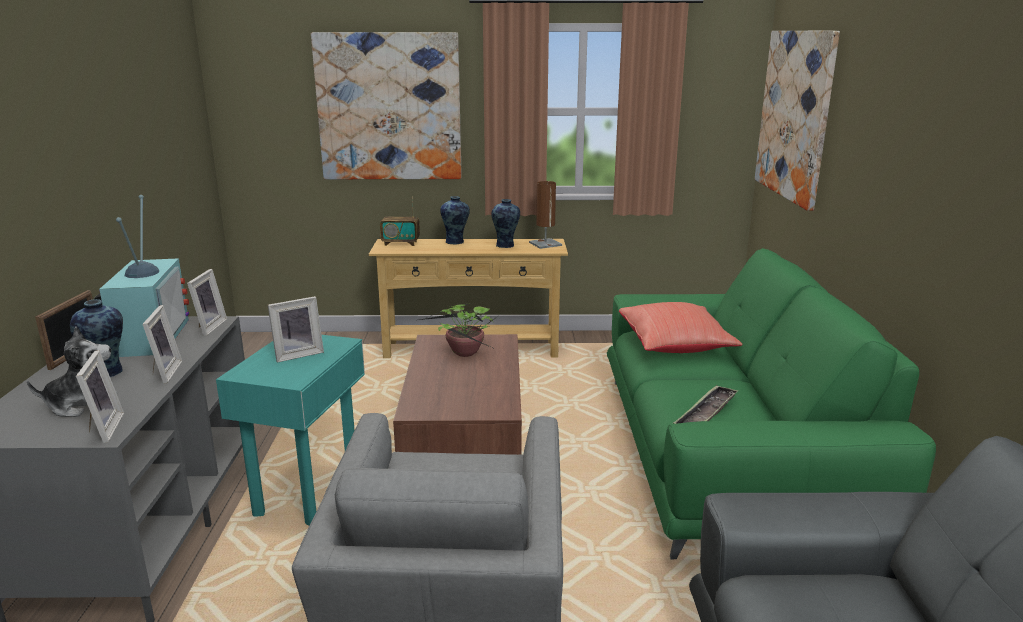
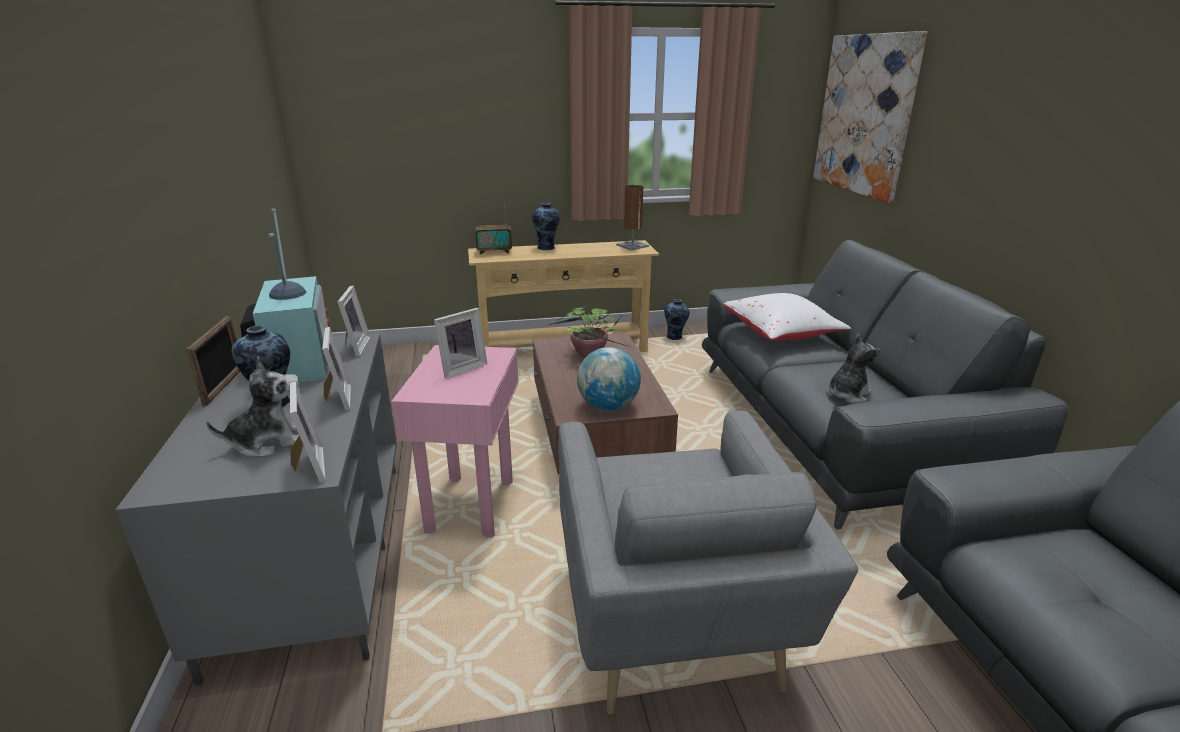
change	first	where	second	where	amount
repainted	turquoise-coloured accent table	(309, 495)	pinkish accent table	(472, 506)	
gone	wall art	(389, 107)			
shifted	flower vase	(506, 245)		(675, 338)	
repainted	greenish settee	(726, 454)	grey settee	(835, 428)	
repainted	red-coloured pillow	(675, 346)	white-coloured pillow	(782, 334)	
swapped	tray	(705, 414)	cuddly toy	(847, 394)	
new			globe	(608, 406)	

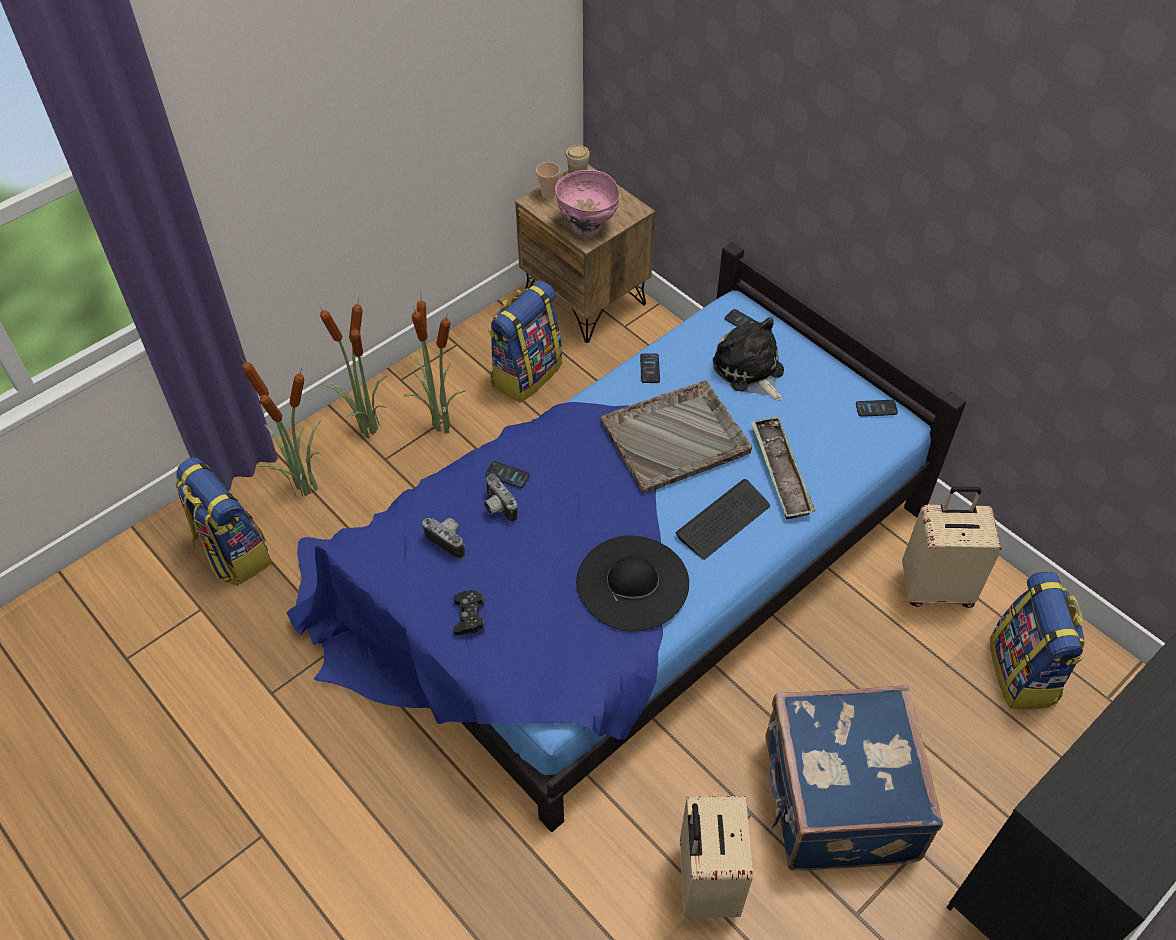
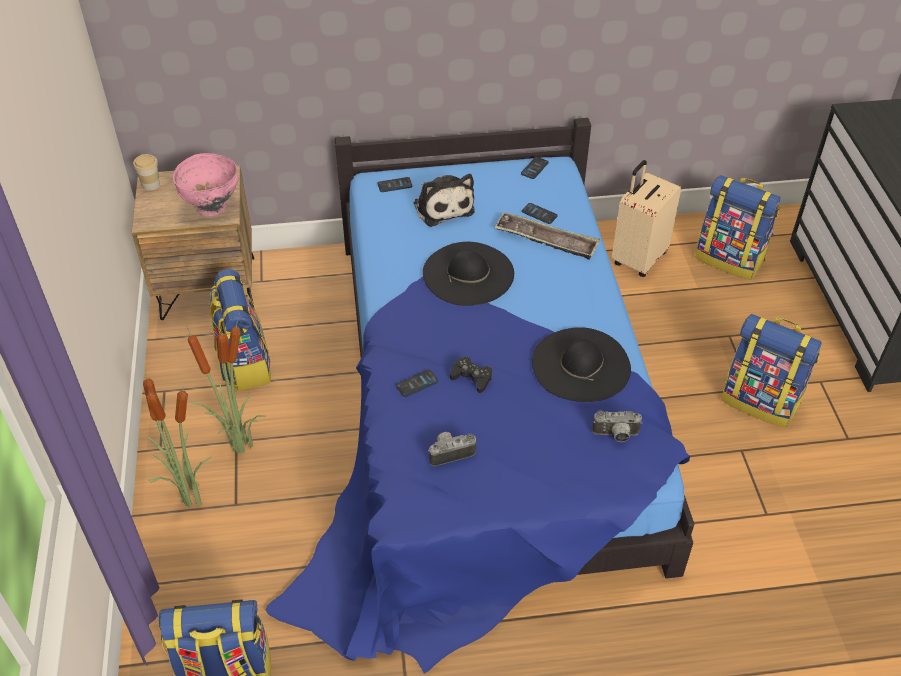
change	first	where	second	where	amount
gone	houseplant	(303, 488)			
shifted	blackish game controller	(469, 616)		(471, 377)	
shifted	still camera	(497, 508)		(616, 436)	
gone	drinking cup	(548, 194)			
swapped	grey tray	(676, 437)	blackish hat	(468, 273)	
shifted	phone	(650, 368)		(539, 214)	
gone	computer keyboard	(723, 520)			
gone	sand-coloured travel case	(705, 882)			
rotated	cuddly toy	(749, 371)		(442, 206)	120 degrees counterclockwise
swapped	bluish travel case	(836, 801)	knapsack	(761, 401)	

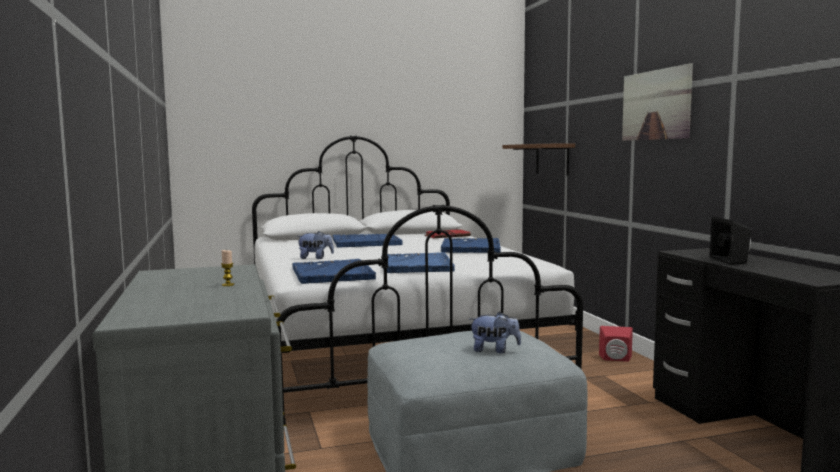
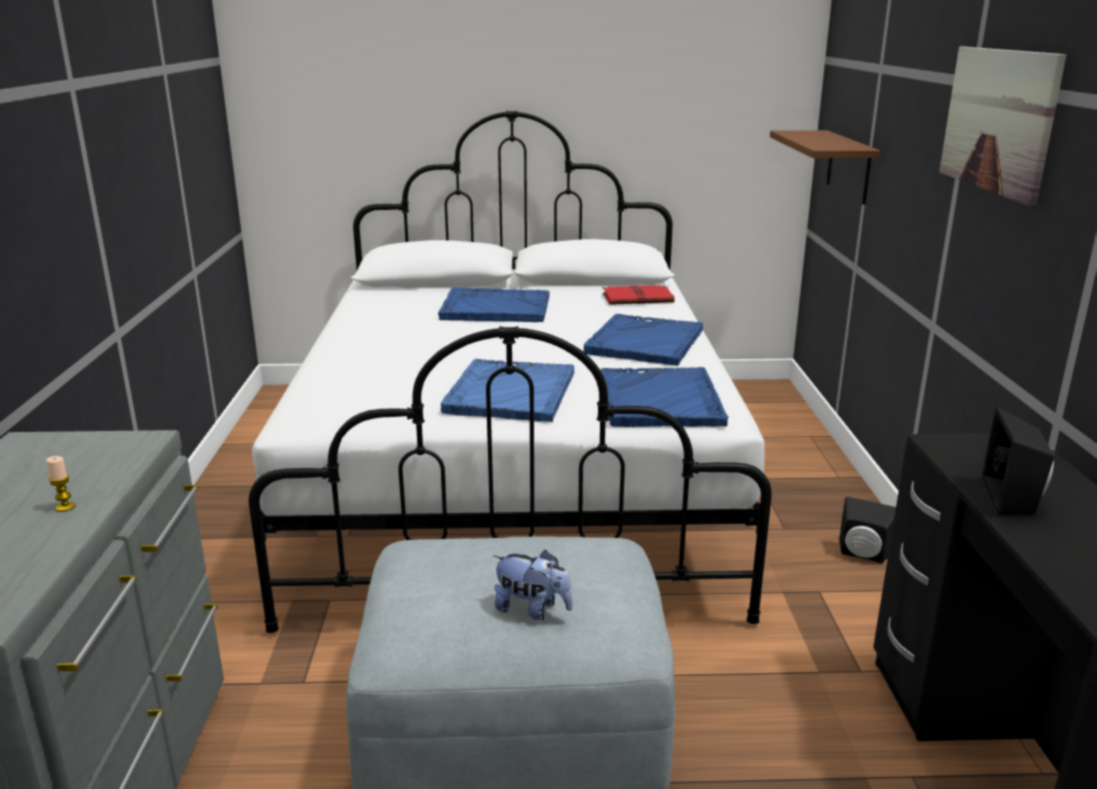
change	first	where	second	where	amount
shifted	bluish tray	(332, 273)		(659, 400)	
gone	cuddly toy	(315, 258)			
repainted	red-coloured audio speaker	(615, 359)	blackish audio speaker	(863, 555)	

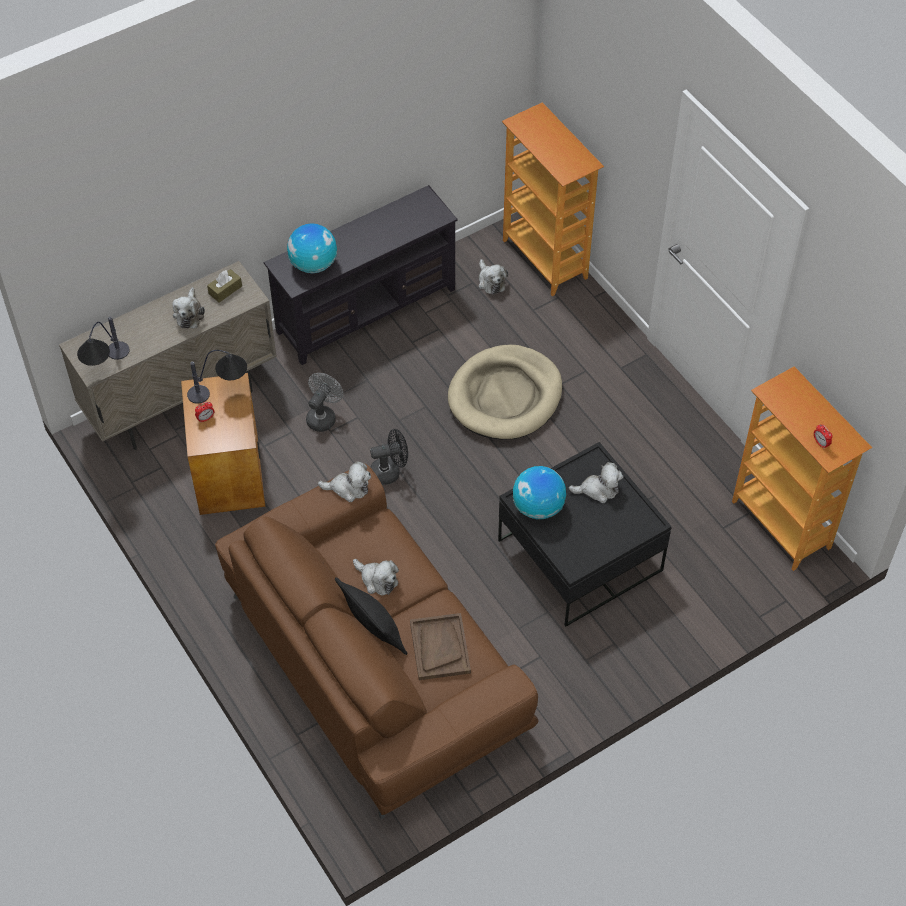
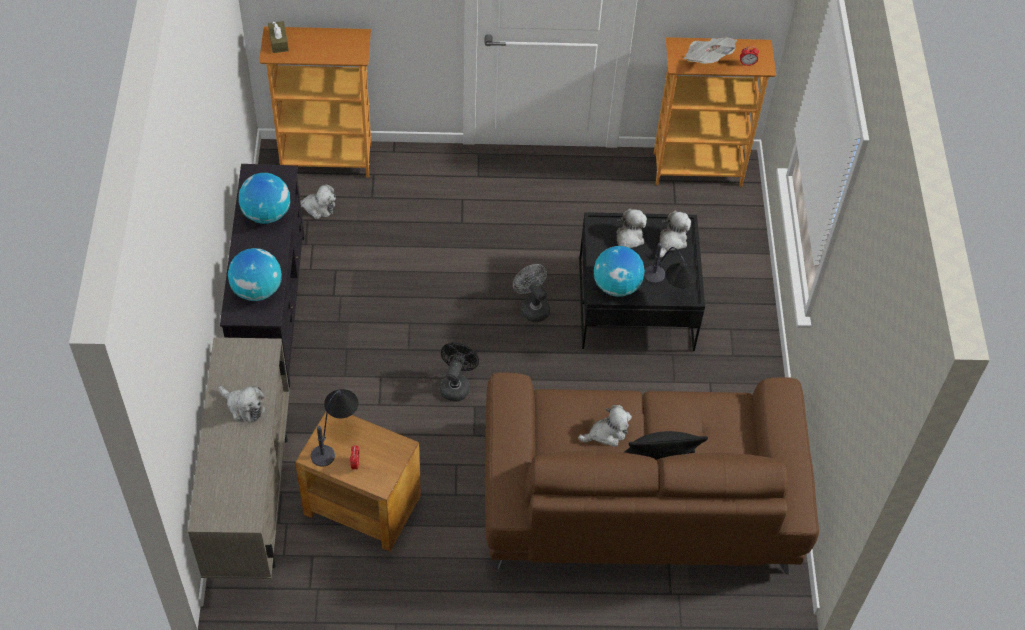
change	first	where	second	where	amount
shifted	lamp for a table	(107, 367)		(668, 289)	
shifted	brown-coloured tissue box	(225, 290)		(278, 41)	
shifted	grey fan	(323, 416)		(532, 307)	
shifted	cuddly toy	(348, 488)		(671, 241)	
gone	brown-coloured tray	(439, 647)			
gone	sand-coloured pet bed	(505, 396)			
new			globe	(266, 214)	
new			daily paper	(707, 59)	

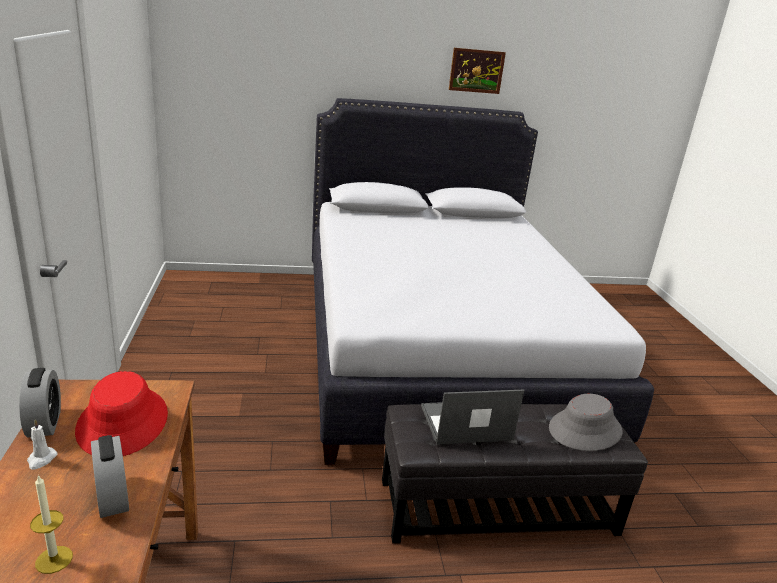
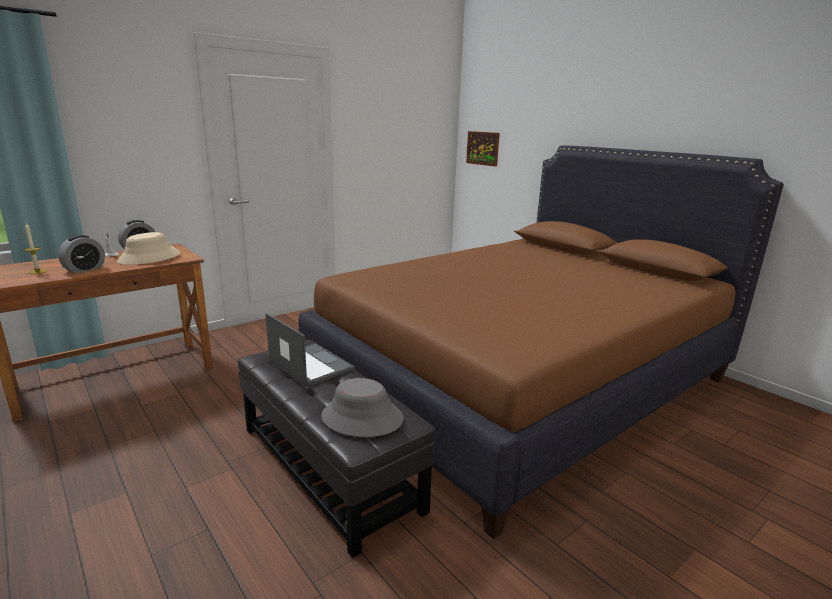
change	first	where	second	where	amount
repainted	red-coloured hat	(123, 422)	sand-coloured hat	(149, 258)	
repainted	white-coloured bed	(436, 349)	brown-coloured bed	(521, 380)	
shifted	wall art	(476, 71)		(482, 148)	

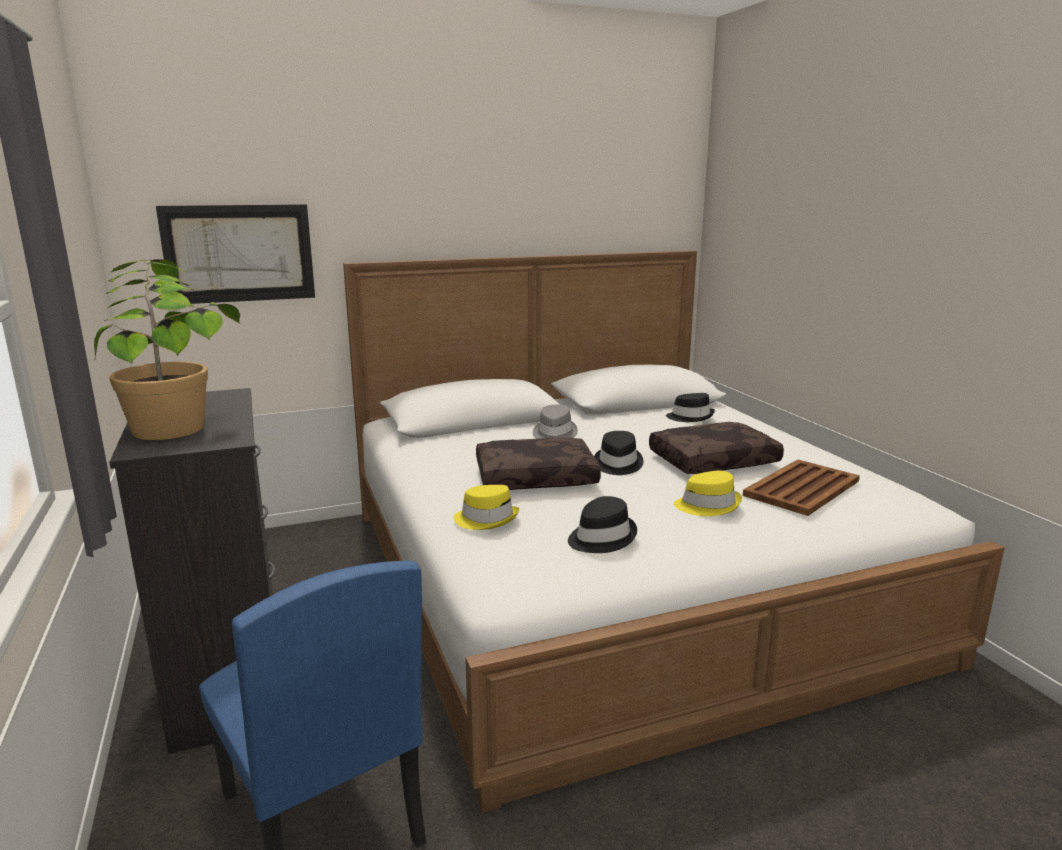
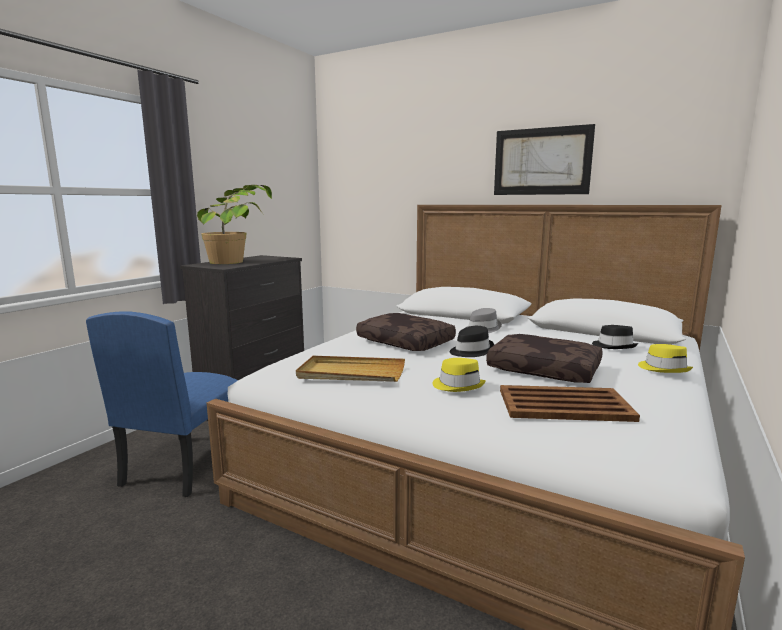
change	first	where	second	where	amount
shifted	wall art	(239, 253)		(541, 161)	
shifted	yellow-coloured hat	(486, 519)		(663, 368)	
swapped	blackish hat	(601, 537)	sand-coloured tray	(351, 373)	

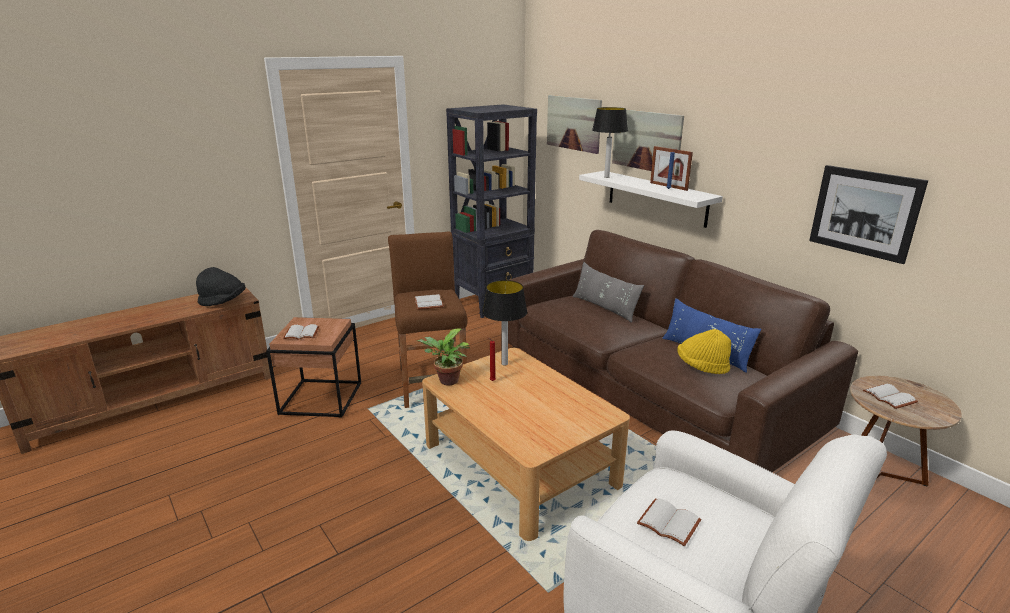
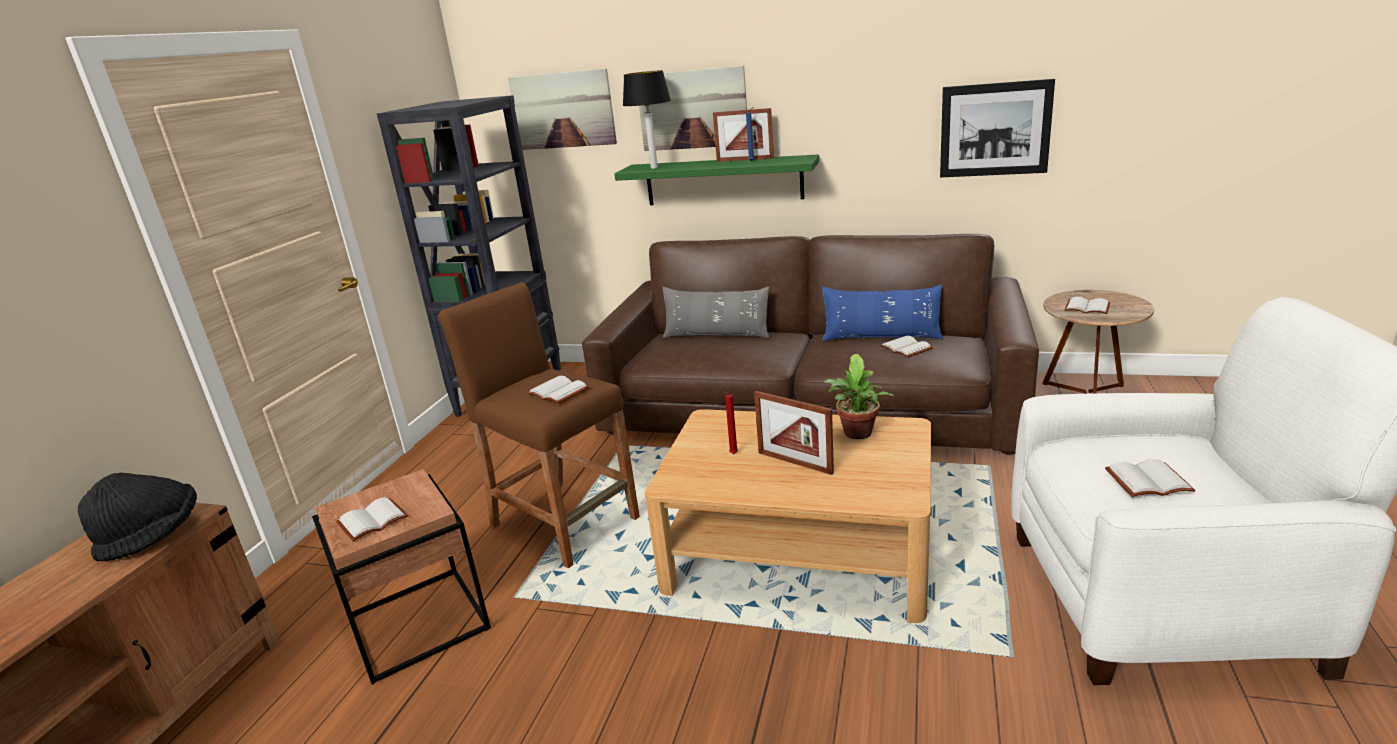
change	first	where	second	where	amount
shifted	houseplant	(446, 381)		(857, 435)	
gone	lamp for a table	(504, 364)			
repainted	white-coloured shelf	(656, 198)	greenish shelf	(723, 181)	
swapped	yellow-coloured hat	(702, 367)	white-coloured book	(907, 348)	
new			picture frame	(795, 462)	

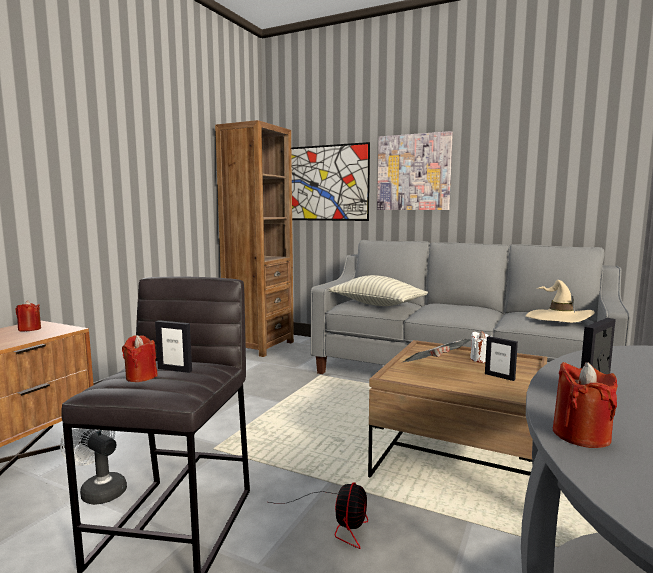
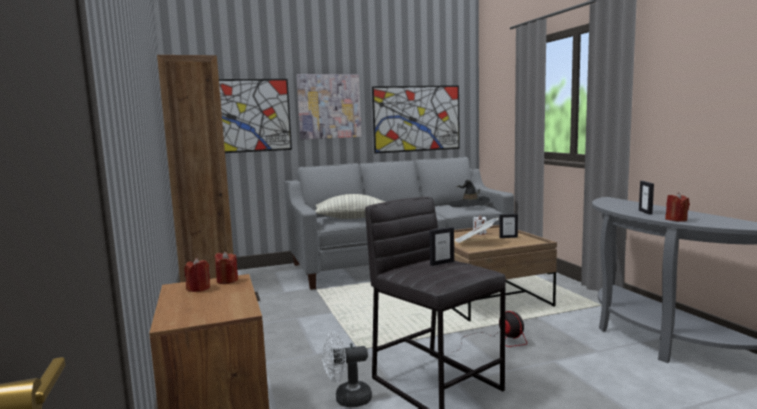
change	first	where	second	where	amount
shifted	red-coloured candle	(141, 377)		(227, 281)	
repainted	sand-coloured hat	(558, 319)	blackish hat	(469, 205)	
new			wall art	(417, 118)	

